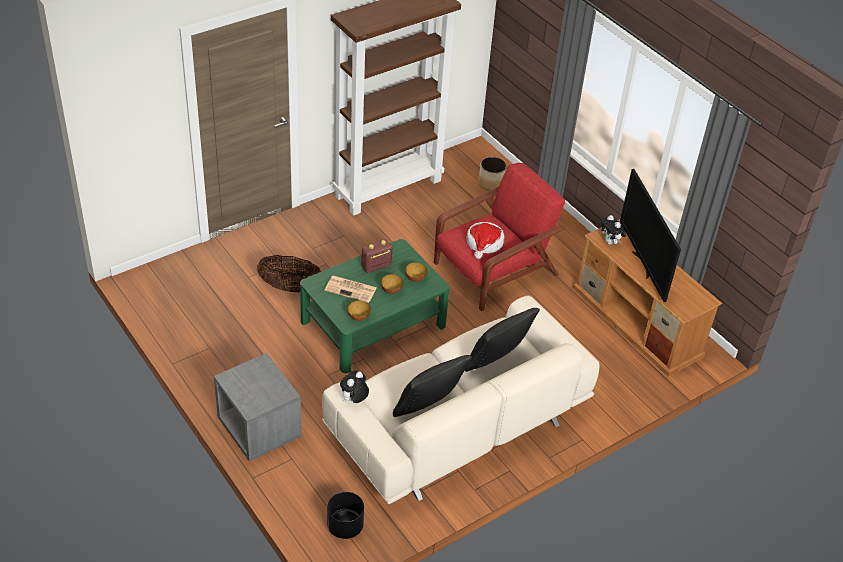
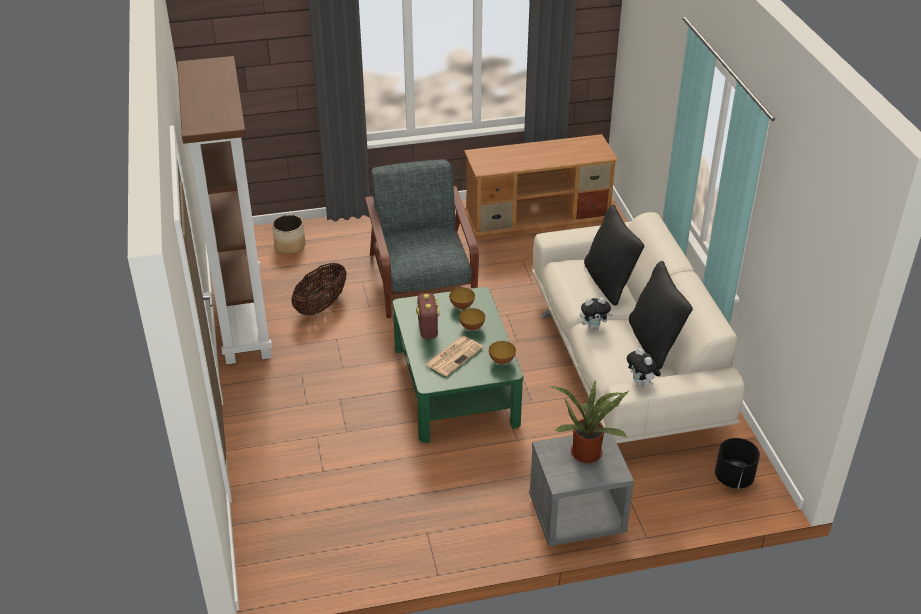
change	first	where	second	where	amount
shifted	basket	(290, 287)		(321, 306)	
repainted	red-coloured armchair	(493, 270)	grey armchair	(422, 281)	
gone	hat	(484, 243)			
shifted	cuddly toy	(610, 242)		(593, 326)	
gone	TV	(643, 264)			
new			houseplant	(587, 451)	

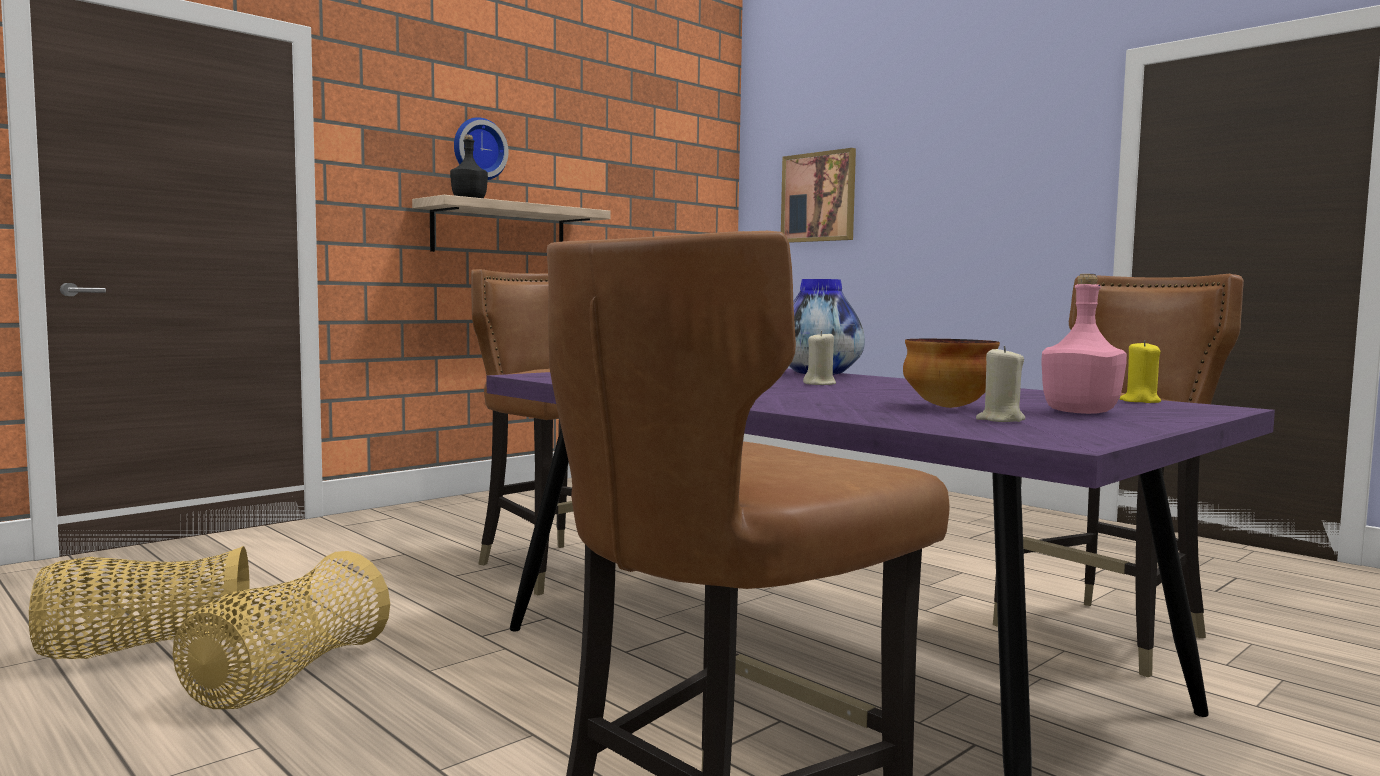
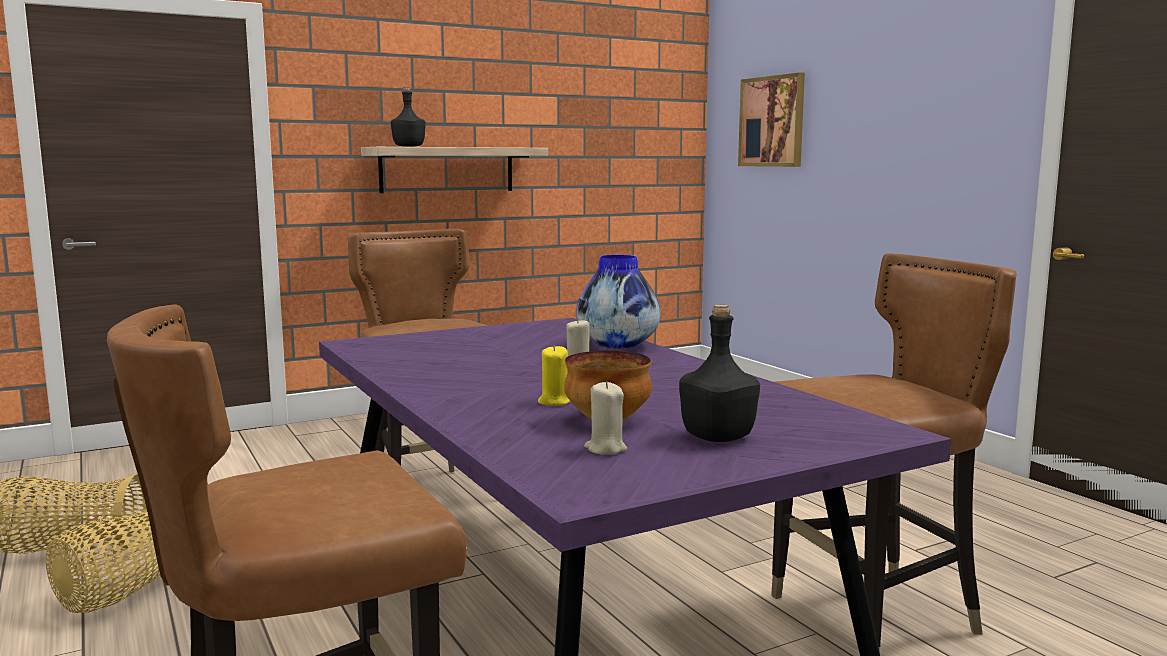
change	first	where	second	where	amount
gone	clock on the wall	(478, 149)			
repainted	pinkish drink bottle	(1080, 412)	blackish drink bottle	(718, 436)	
shifted	yellow-coloured candle	(1140, 401)		(554, 402)	

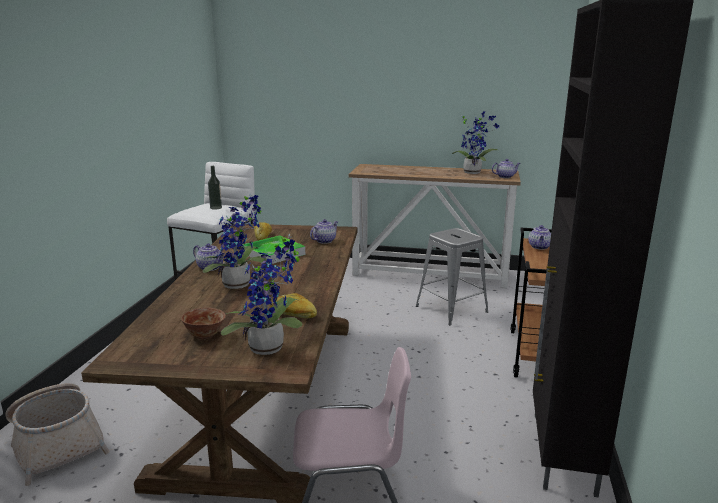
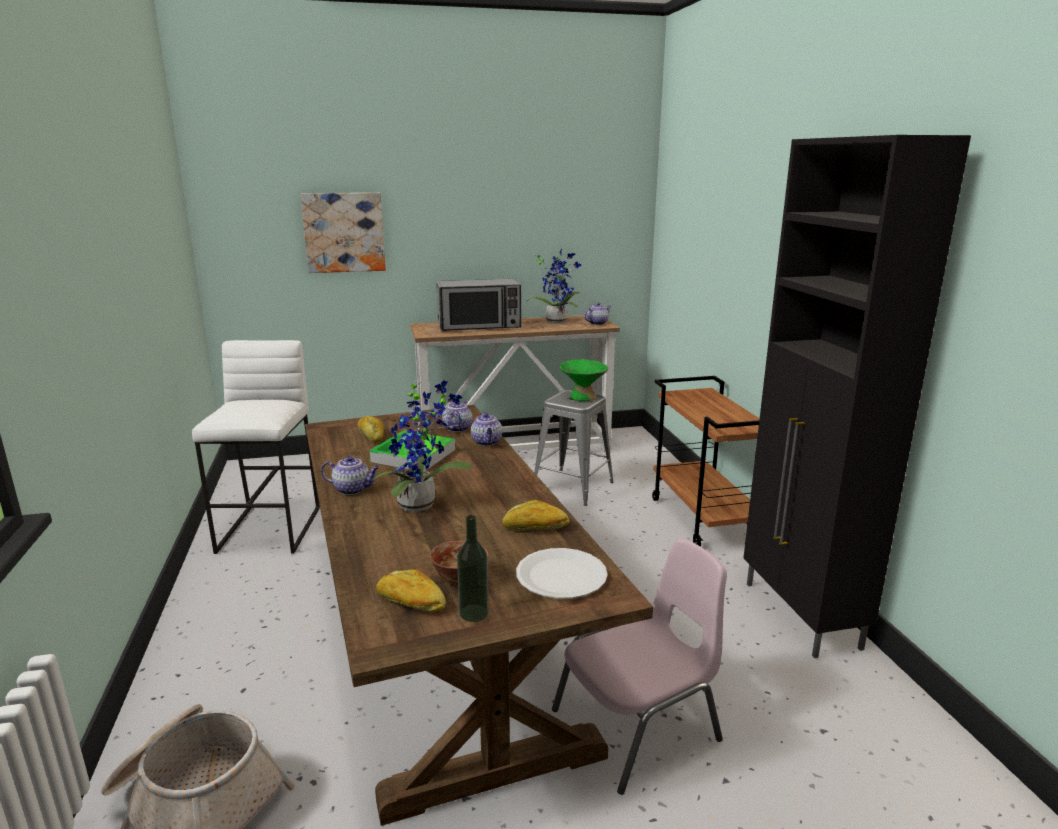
change	first	where	second	where	amount
shifted	drink bottle	(216, 208)		(473, 613)	
swapped	houseplant	(270, 349)	white-coloured plate	(561, 576)	
shifted	teapot	(539, 247)		(487, 442)	
new			wall art	(344, 232)	
new			bakery bread	(411, 603)	
new			microwave oven	(479, 326)	
new			greenish deep dish	(583, 397)	

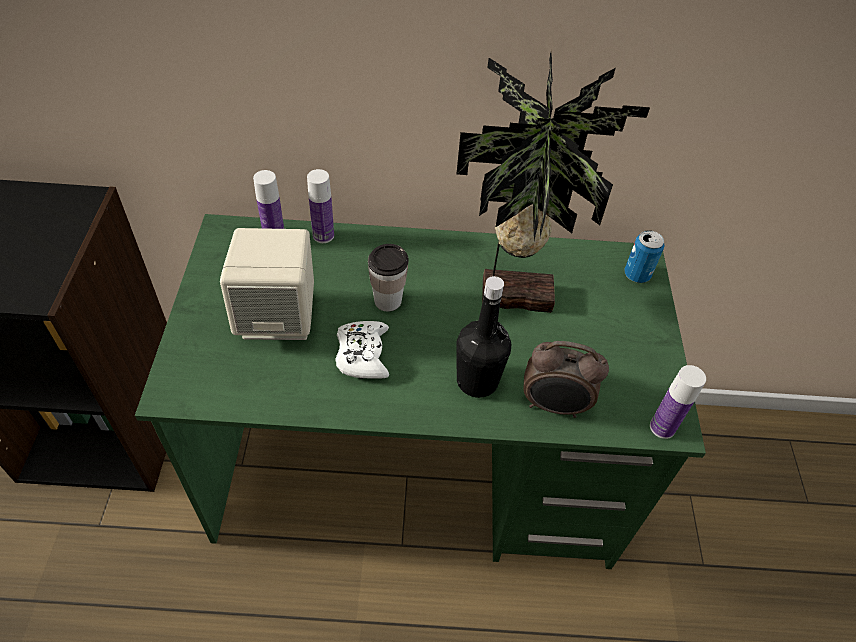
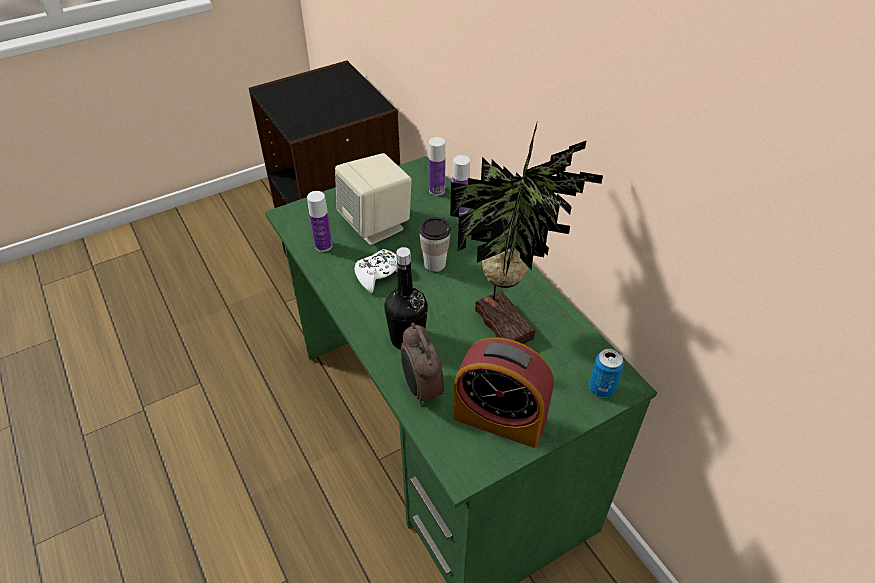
change	first	where	second	where	amount
shifted	drink bottle	(662, 427)		(323, 245)	
new			alarm clock	(499, 418)	

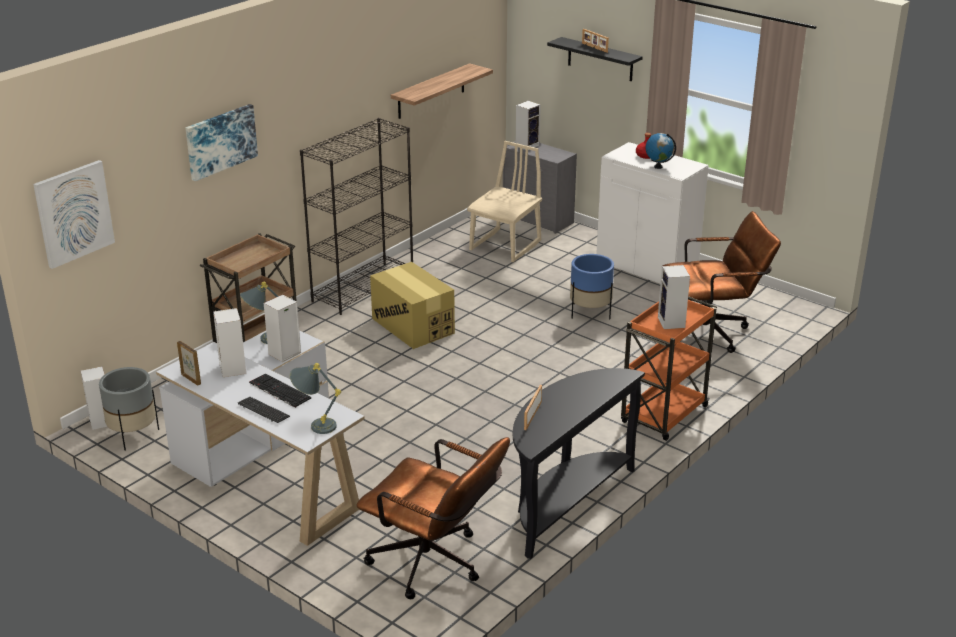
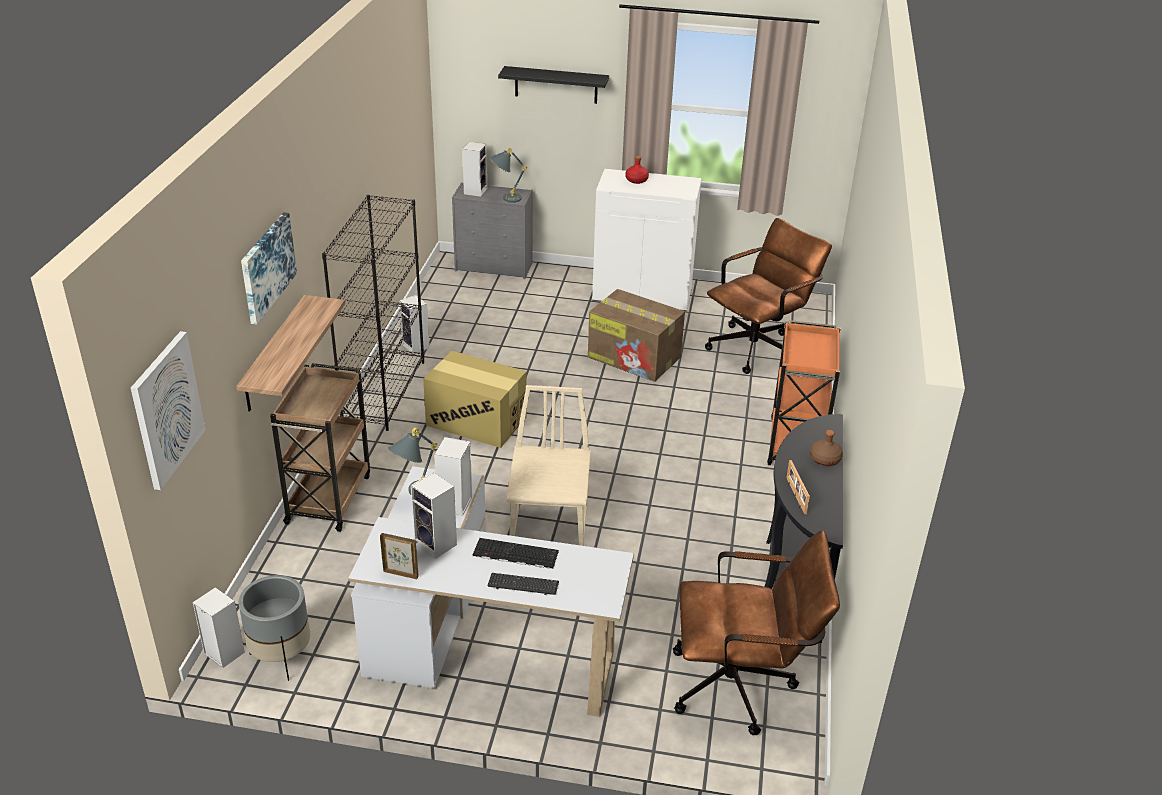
change	first	where	second	where	amount
shifted	grey lamp for a table	(314, 425)		(505, 199)	
shifted	shelf	(431, 91)		(274, 354)	
shifted	sand-coloured plain chair	(506, 246)		(550, 525)	
swapped	bluish plant pot	(590, 313)	carton	(635, 357)	
gone	picture frame	(594, 48)			
gone	globe	(658, 166)			
shifted	audio speaker	(672, 323)		(416, 346)	
new			brown-coloured drink bottle	(825, 459)	

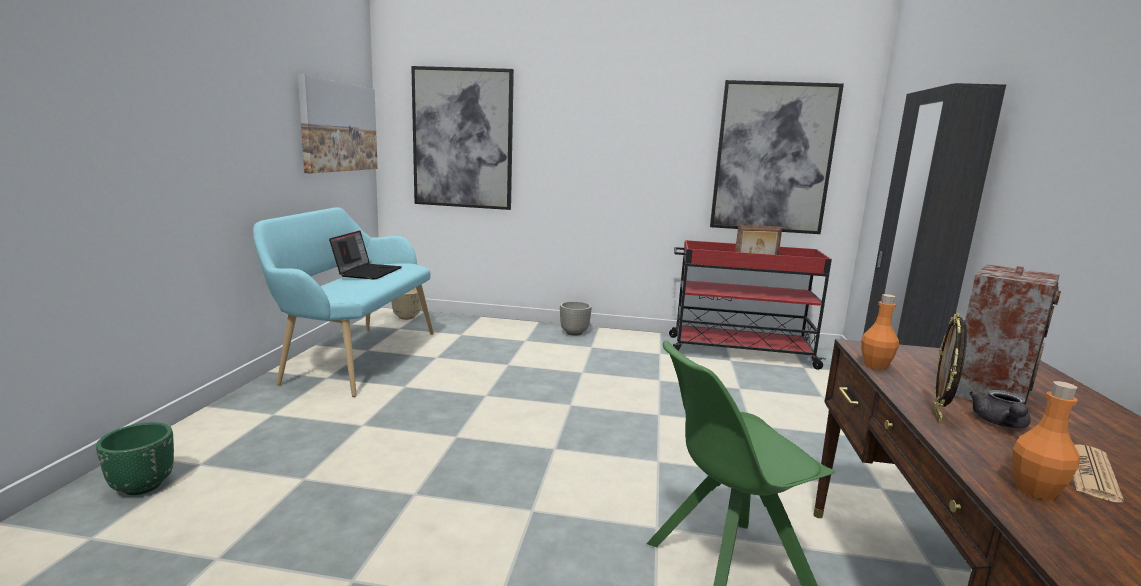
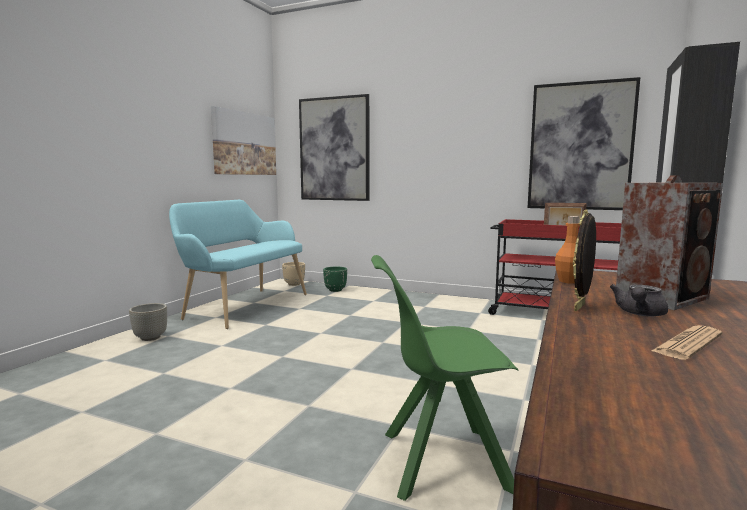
change	first	where	second	where	amount
shifted	greenish plant pot	(143, 486)		(335, 290)	
gone	laptop	(367, 272)			
shifted	grey plant pot	(574, 333)		(150, 338)	
gone	orange-coloured drink bottle	(1035, 490)			

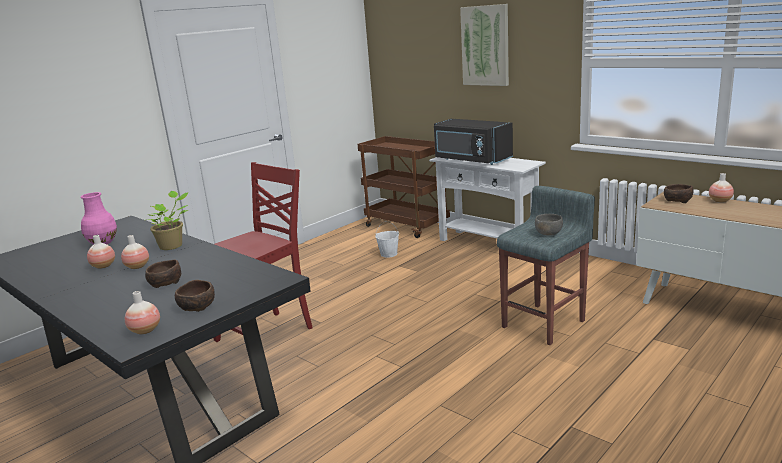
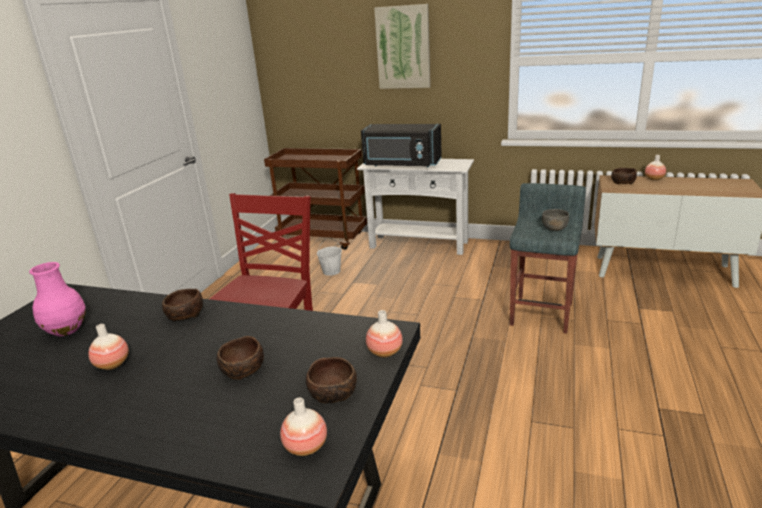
change	first	where	second	where	amount
shifted	flower vase	(137, 267)		(385, 352)	
swapped	houseplant	(173, 246)	brown-coloured deep dish	(184, 315)	

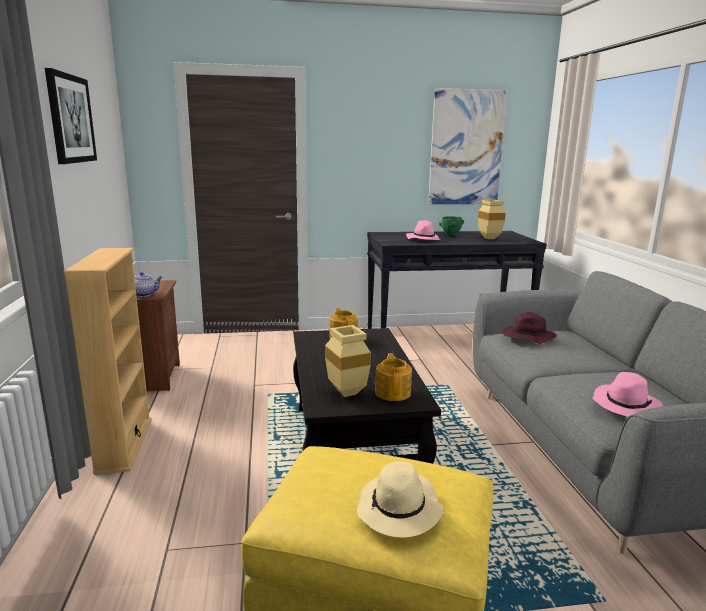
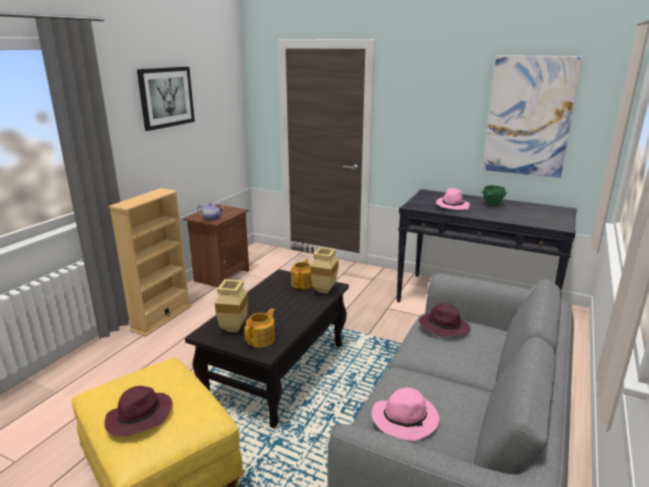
change	first	where	second	where	amount
repainted	sand-coloured hat	(399, 510)	purple-coloured hat	(139, 418)	
shifted	sand-coloured flower vase	(488, 238)		(324, 290)	

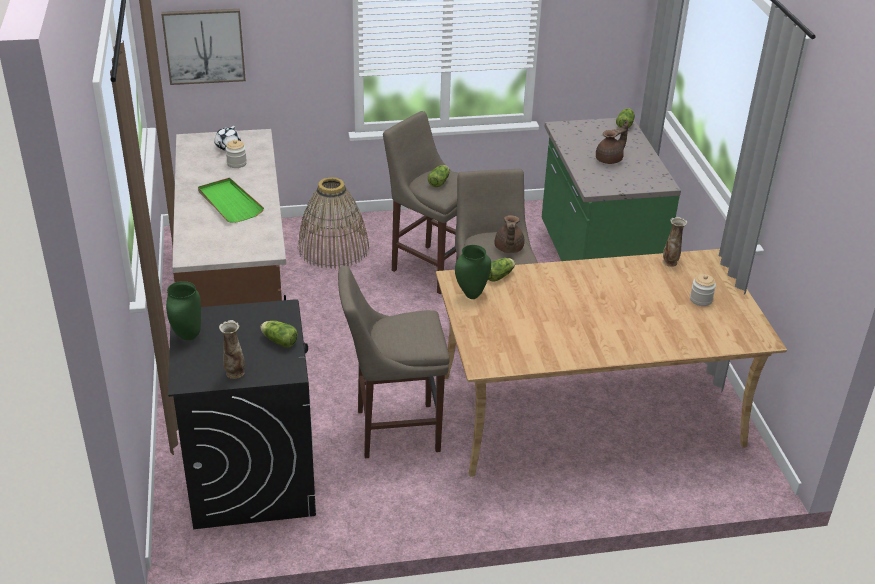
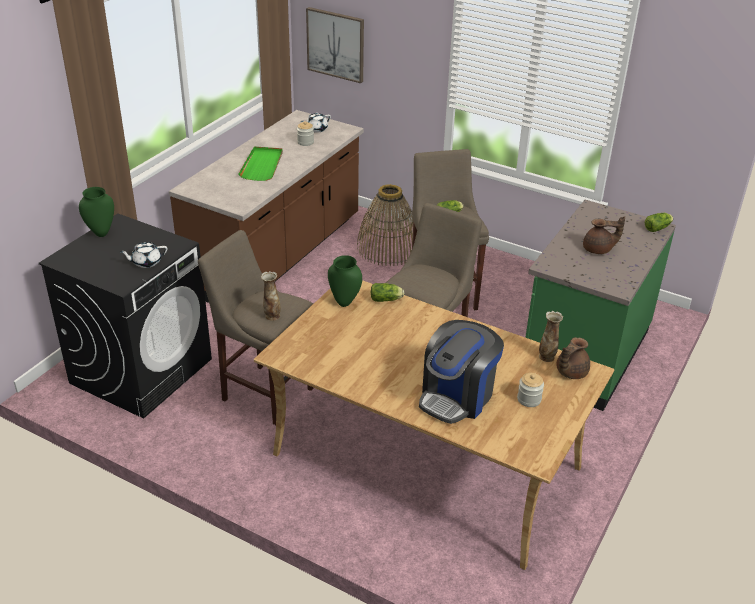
change	first	where	second	where	amount
shifted	flower vase	(234, 373)		(272, 316)	
swapped	lettuce	(278, 340)	white-coloured teapot	(146, 262)	
shifted	brown-coloured teapot	(508, 249)		(570, 372)	
new			coffee maker	(457, 396)	

